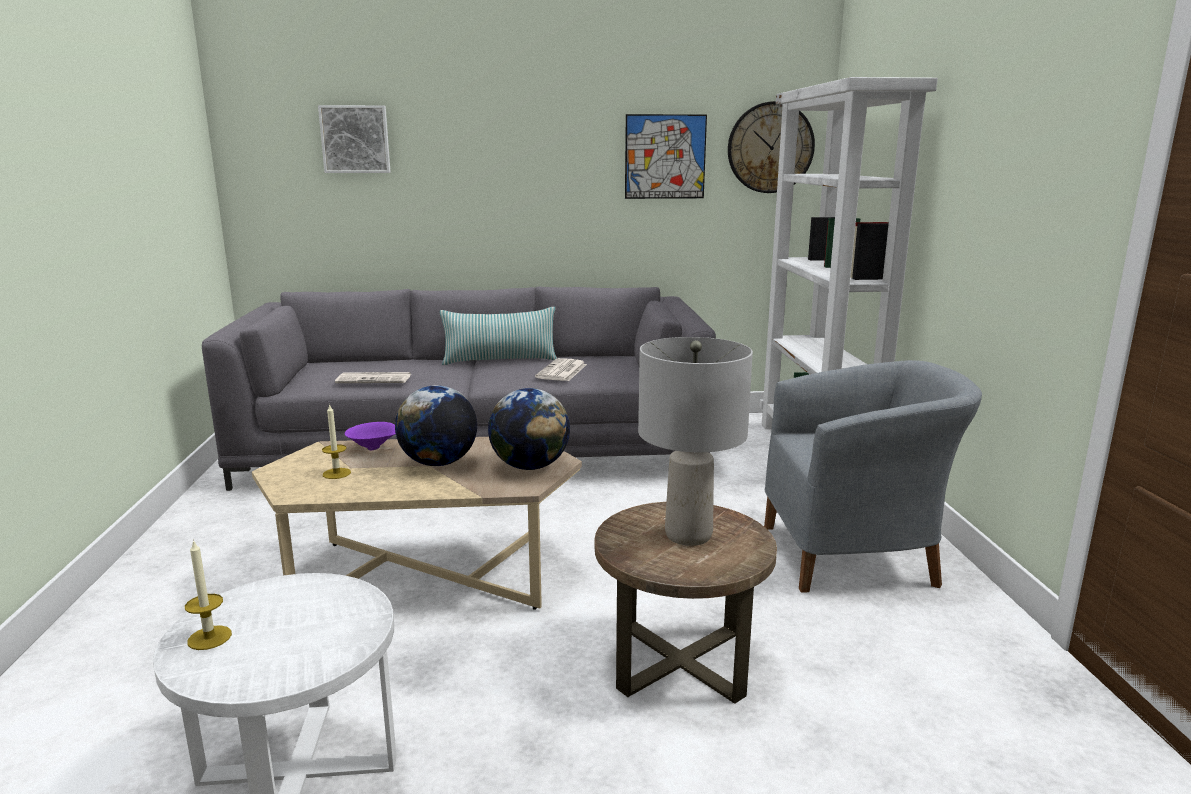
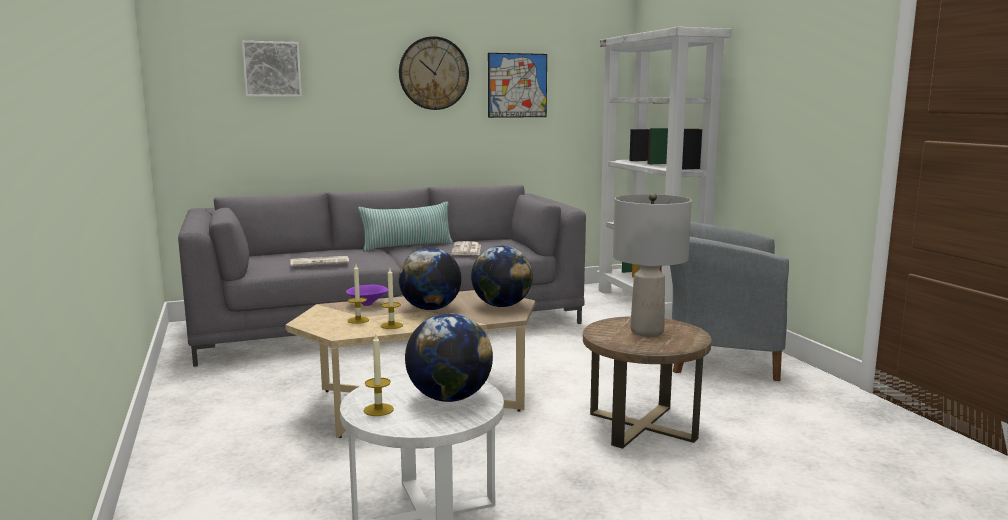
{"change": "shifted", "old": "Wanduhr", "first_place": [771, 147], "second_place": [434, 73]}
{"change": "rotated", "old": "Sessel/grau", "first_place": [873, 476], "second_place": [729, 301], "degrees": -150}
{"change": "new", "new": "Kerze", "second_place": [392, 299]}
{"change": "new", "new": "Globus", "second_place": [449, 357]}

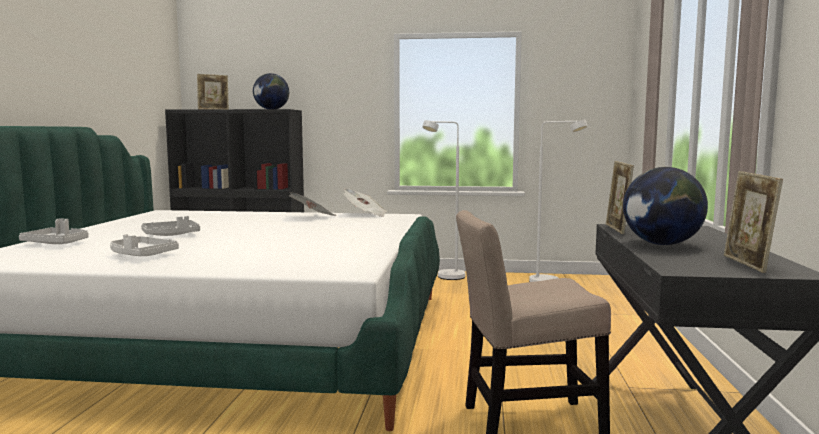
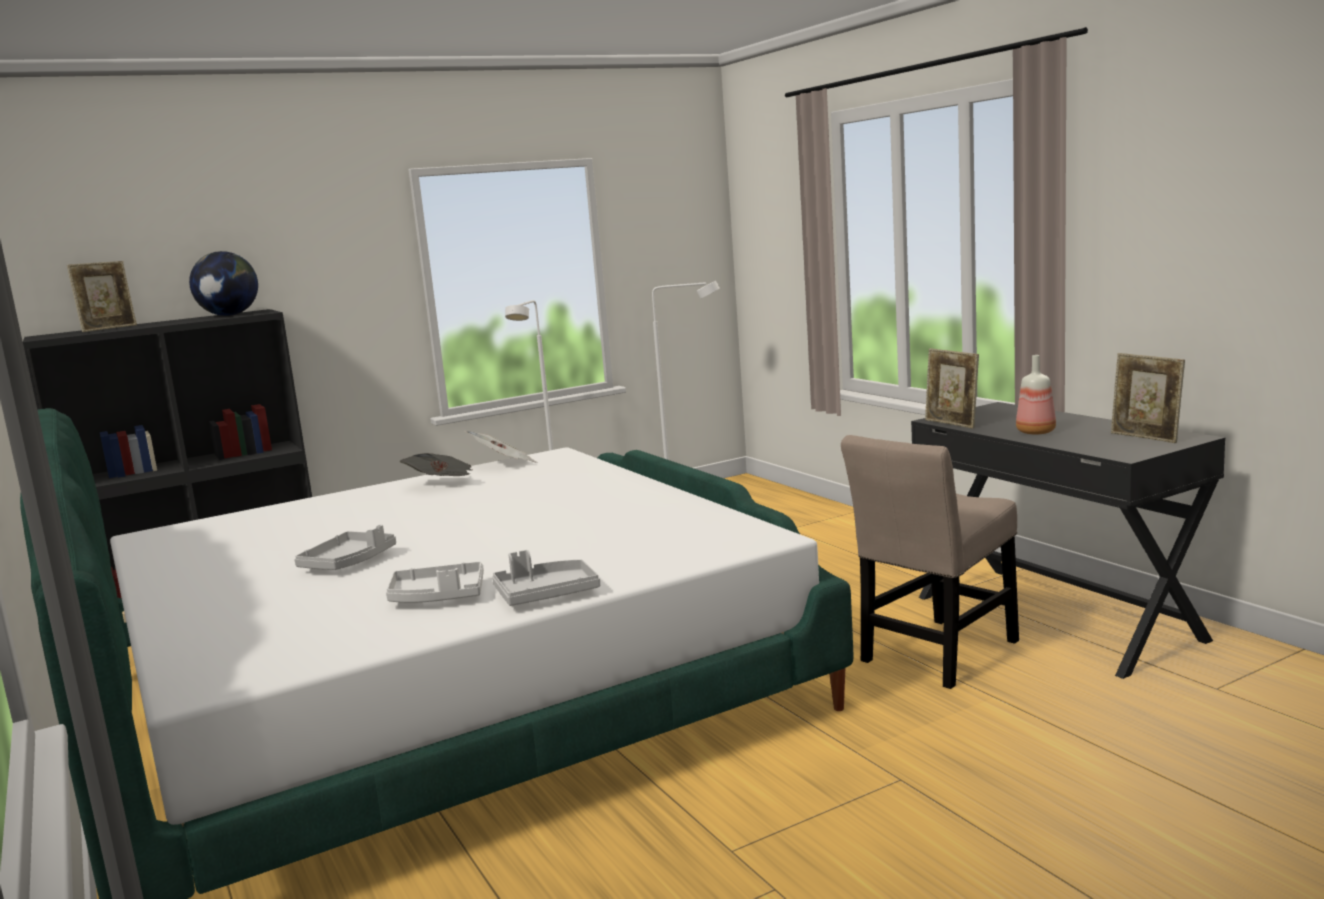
{"change": "shifted", "old": "Tablett/grau", "first_place": [54, 231], "second_place": [546, 578]}
{"change": "swapped", "old": "Globus", "new": "Flasche", "first_place": [665, 206], "second_place": [1036, 394]}

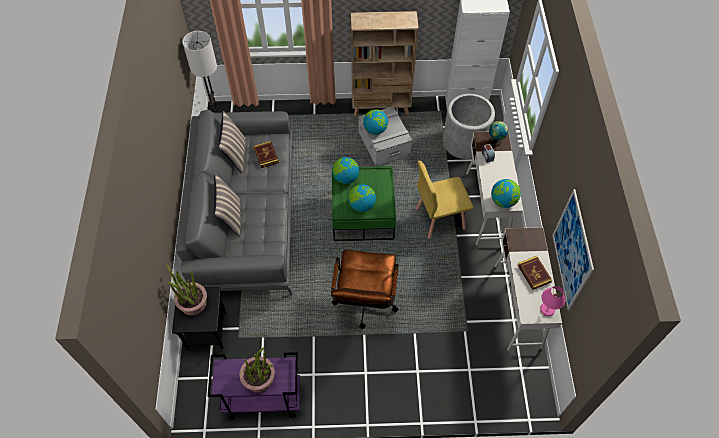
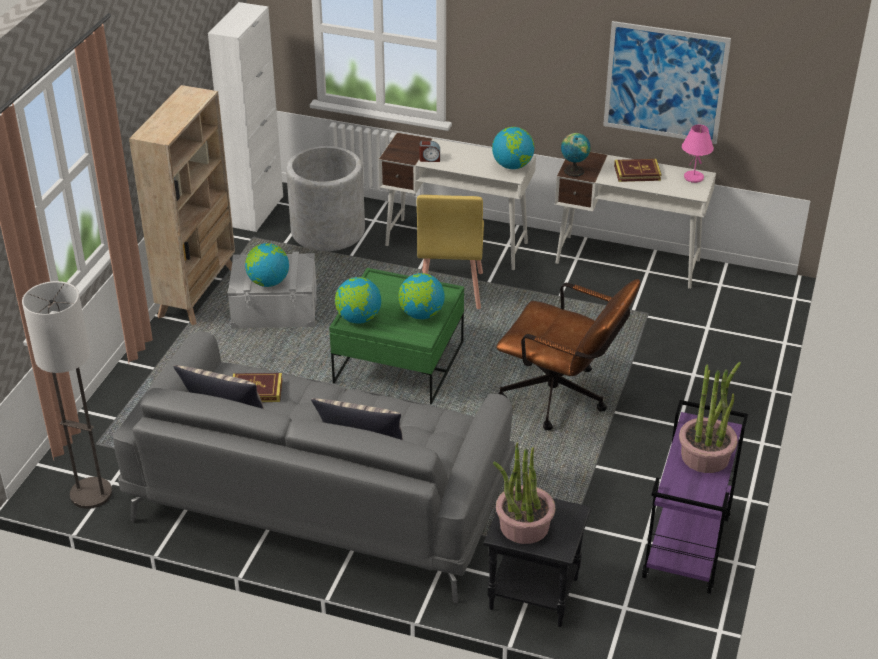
{"change": "shifted", "old": "Globus", "first_place": [498, 134], "second_place": [576, 155]}

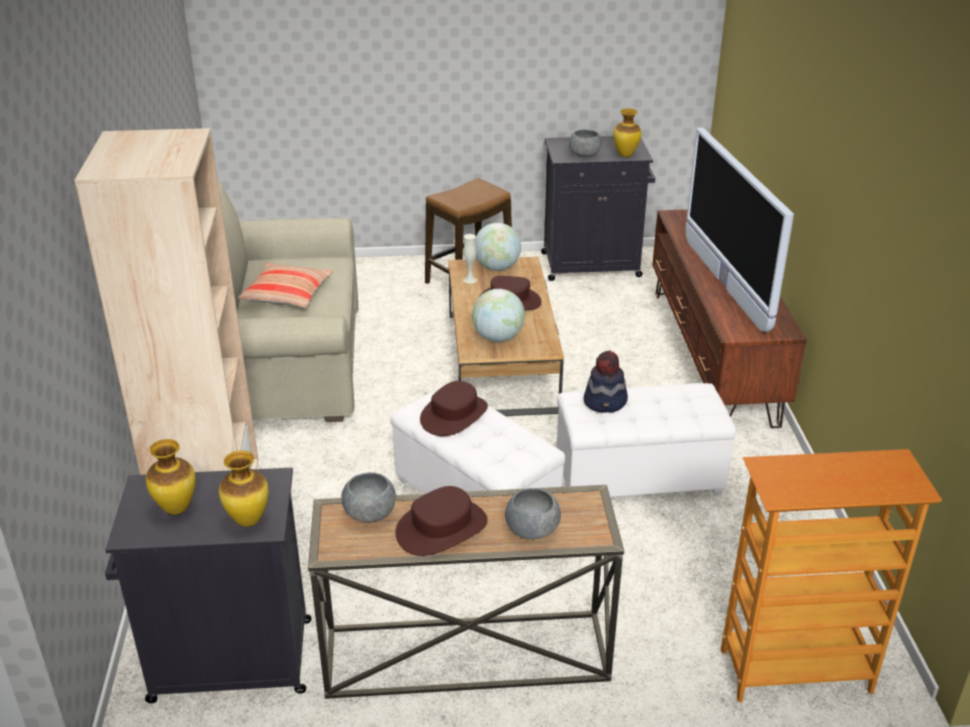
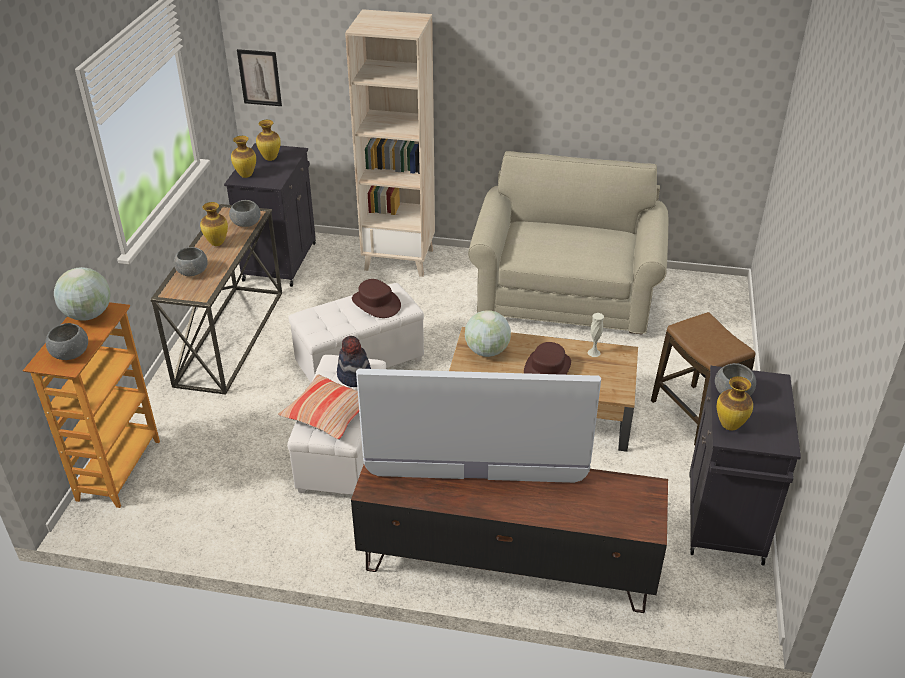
{"change": "shifted", "old": "Kissen", "first_place": [285, 285], "second_place": [318, 407]}
{"change": "swapped", "old": "Hut/braun", "new": "Vase", "first_place": [441, 521], "second_place": [214, 224]}
{"change": "shifted", "old": "Globus", "first_place": [498, 247], "second_place": [82, 294]}
{"change": "new", "new": "Schüssel/grau", "second_place": [67, 341]}
{"change": "new", "new": "Bild", "second_place": [259, 77]}

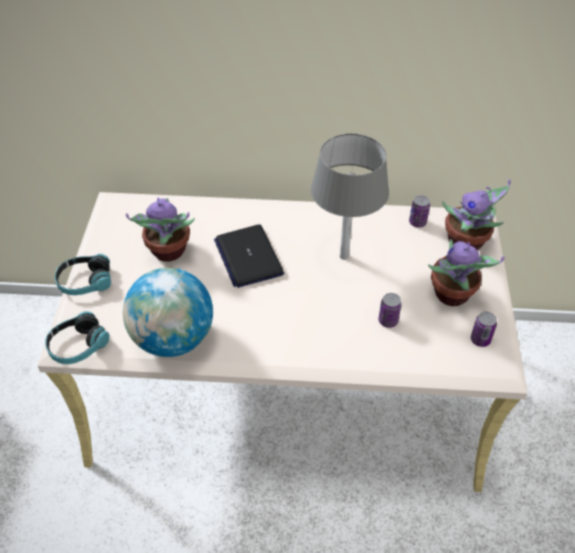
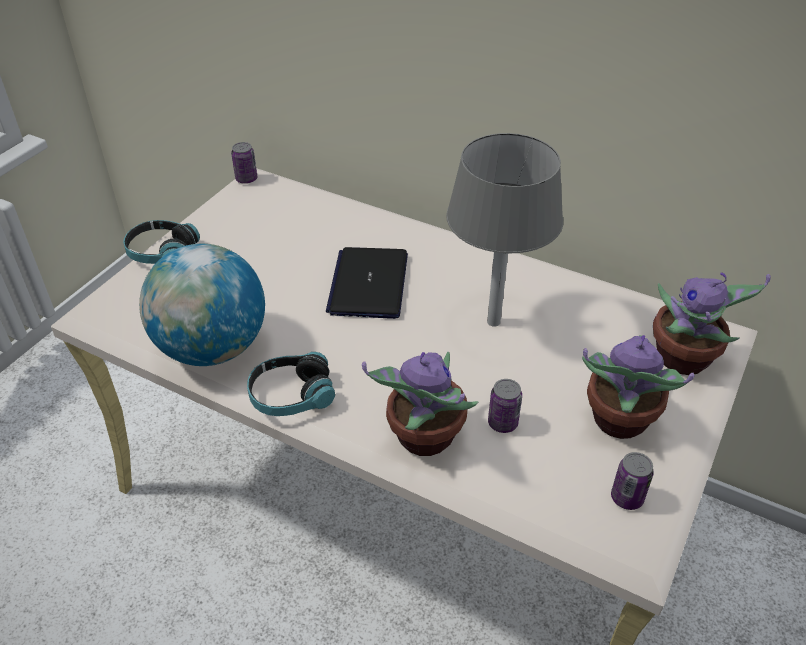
{"change": "shifted", "old": "Kopfhörer", "first_place": [77, 337], "second_place": [291, 384]}
{"change": "shifted", "old": "Topfpflanze", "first_place": [160, 229], "second_place": [420, 404]}
{"change": "shifted", "old": "Dose", "first_place": [419, 211], "second_place": [244, 163]}

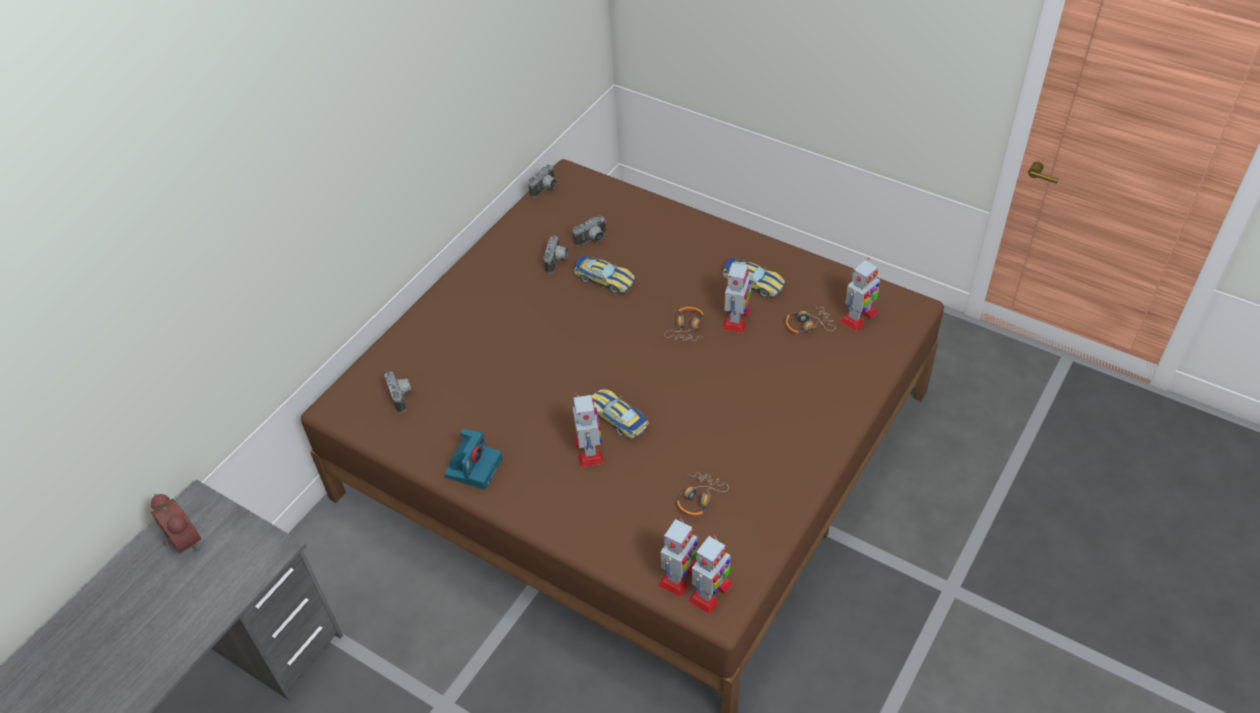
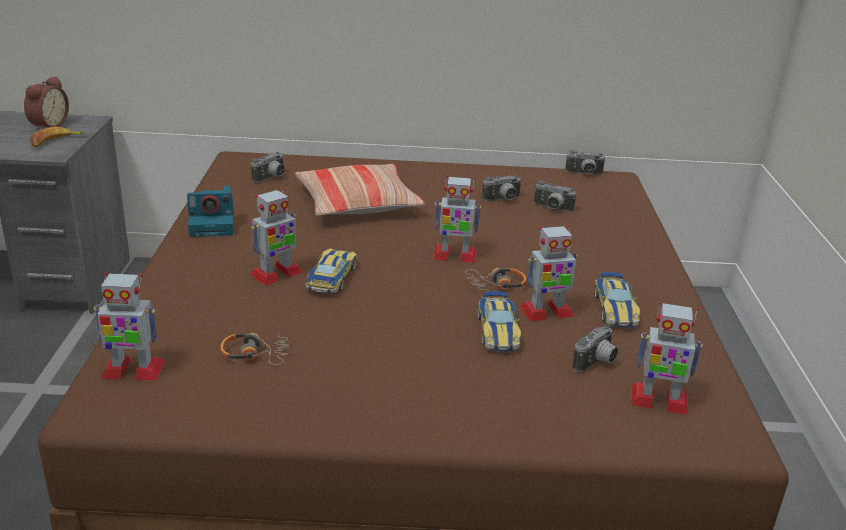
{"change": "shifted", "old": "Spielzeugauto", "first_place": [604, 274], "second_place": [499, 321]}
{"change": "shifted", "old": "Spielzeugroboter", "first_place": [710, 574], "second_place": [457, 219]}
{"change": "swapped", "old": "Kopfhörer", "new": "Kamera", "first_place": [810, 319], "second_place": [595, 348]}
{"change": "new", "new": "Banane", "second_place": [57, 137]}
{"change": "new", "new": "Kissen", "second_place": [360, 190]}

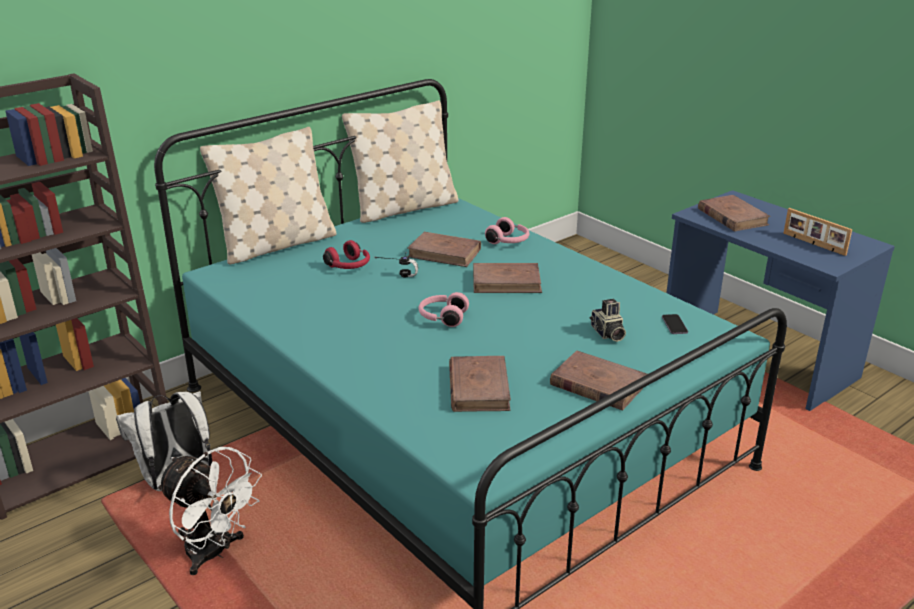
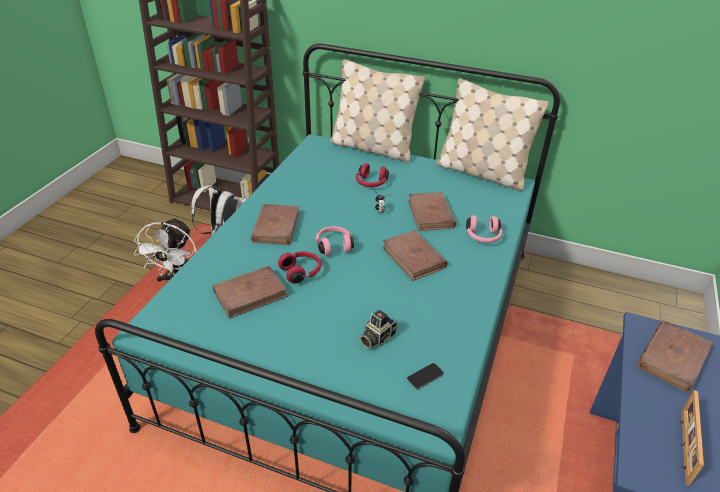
{"change": "shifted", "old": "Buch/braun", "first_place": [598, 381], "second_place": [275, 224]}
{"change": "new", "new": "Kopfhörer/rot", "second_place": [299, 267]}

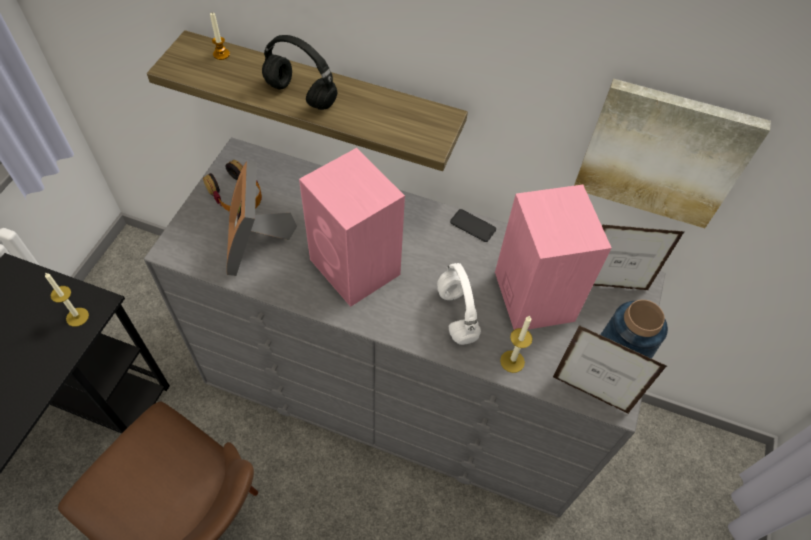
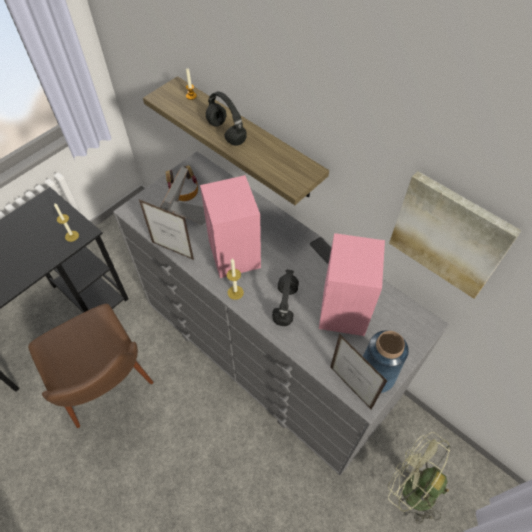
{"change": "repainted", "old": "Kopfhörer/weiß", "new": "Kopfhörer/schwarz", "first_place": [459, 304], "second_place": [285, 297]}
{"change": "shifted", "old": "Kerze", "first_place": [516, 344], "second_place": [235, 279]}
{"change": "shifted", "old": "Bilderrahmen", "first_place": [639, 257], "second_place": [166, 229]}
{"change": "new", "new": "Ventilator/grün", "second_place": [419, 478]}

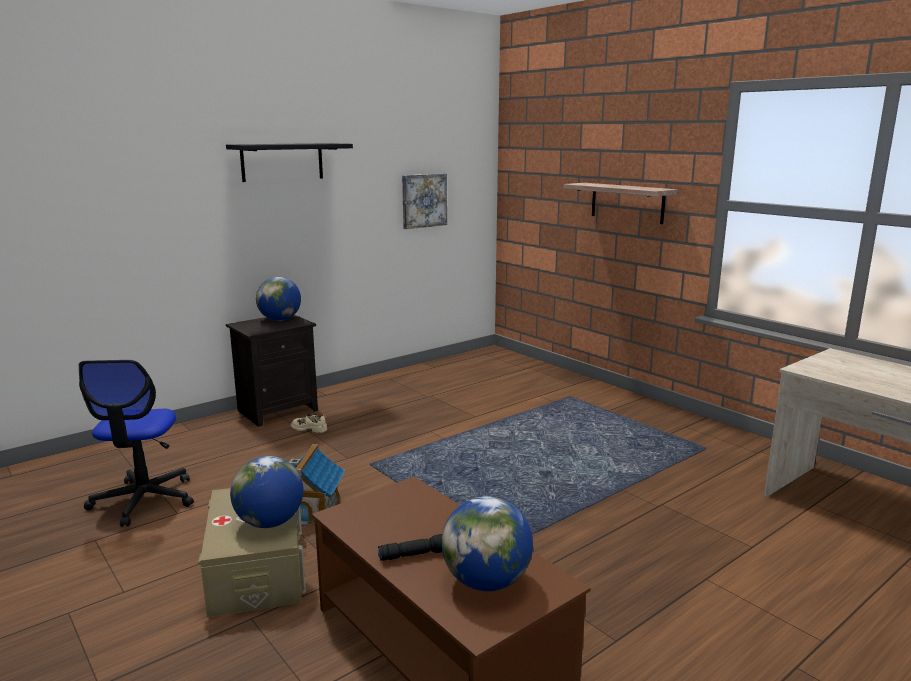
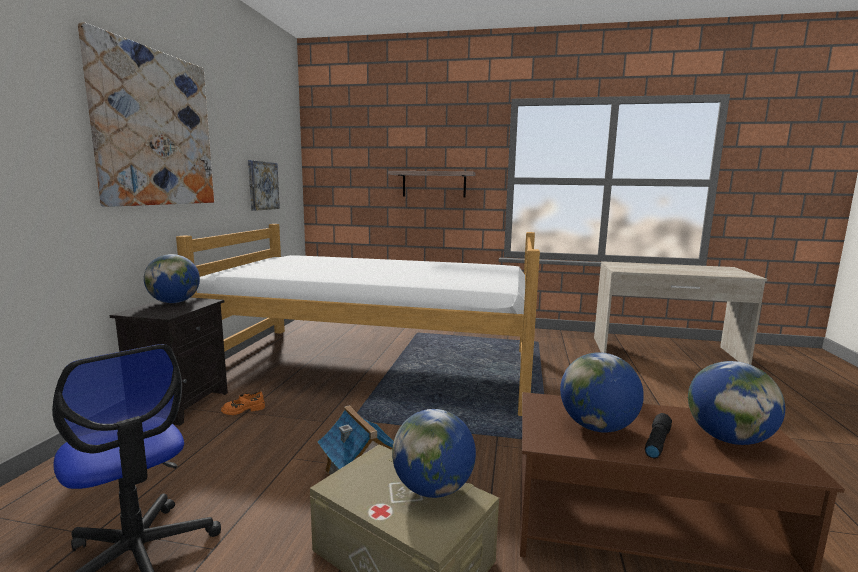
{"change": "swapped", "old": "Wandregal/schwarz", "new": "Bild", "first_place": [289, 162], "second_place": [146, 114]}
{"change": "repainted", "old": "Schuh/beige", "new": "Schuh/orange", "first_place": [309, 423], "second_place": [243, 403]}
{"change": "new", "new": "Bett", "second_place": [358, 320]}
{"change": "new", "new": "Globus", "second_place": [602, 392]}

